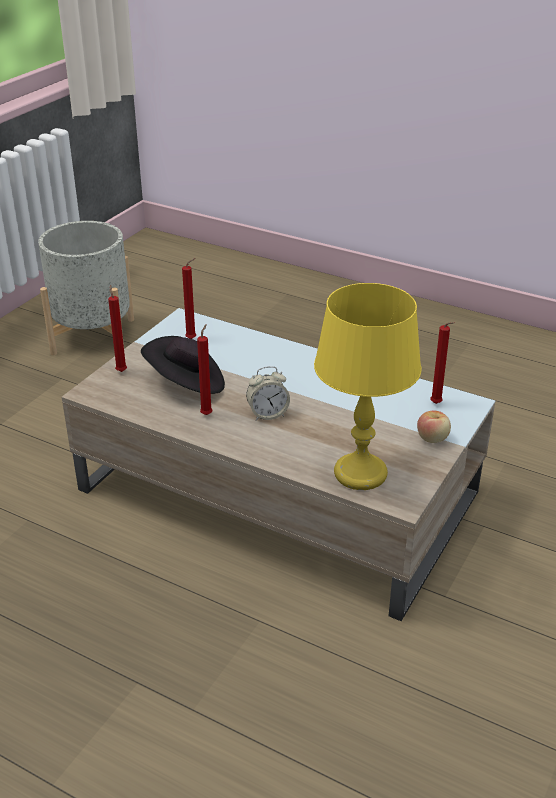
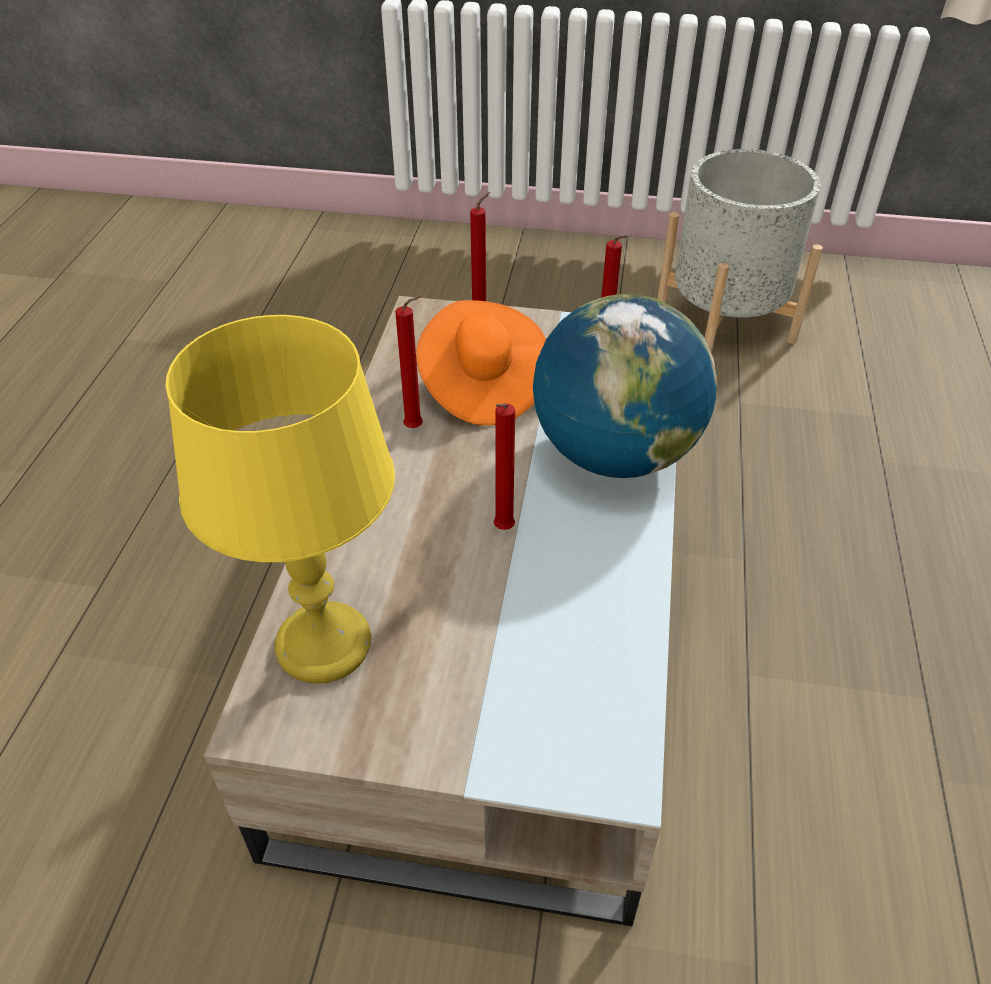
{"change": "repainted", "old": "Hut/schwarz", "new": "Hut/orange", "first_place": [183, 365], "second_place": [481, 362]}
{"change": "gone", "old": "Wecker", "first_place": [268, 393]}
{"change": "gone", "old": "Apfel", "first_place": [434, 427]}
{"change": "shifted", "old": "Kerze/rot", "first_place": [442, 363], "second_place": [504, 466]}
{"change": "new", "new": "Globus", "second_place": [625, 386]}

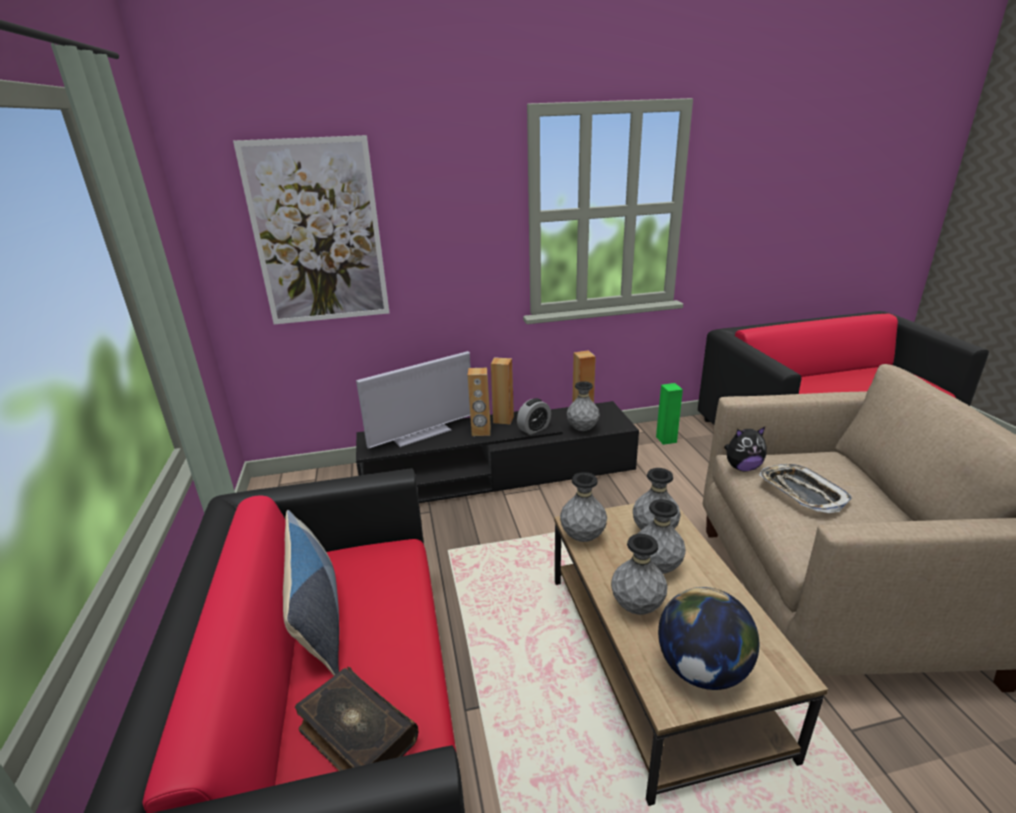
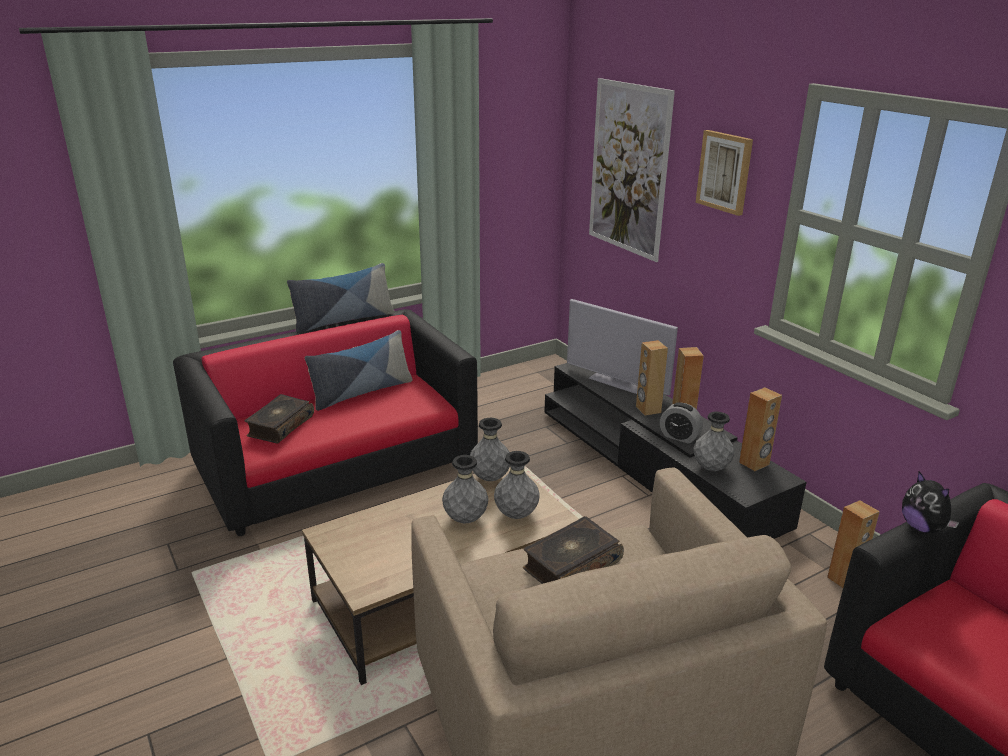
{"change": "gone", "old": "Vase/grau", "first_place": [639, 574]}
{"change": "repainted", "old": "Lautsprecher/grün", "new": "Lautsprecher/braun", "first_place": [669, 414], "second_place": [853, 544]}
{"change": "gone", "old": "Globus", "first_place": [708, 638]}
{"change": "shifted", "old": "Plüschtier", "first_place": [745, 449], "second_place": [930, 502]}
{"change": "swapped", "old": "Tablett", "new": "Buch", "first_place": [805, 488], "second_place": [573, 550]}
{"change": "new", "new": "Kissen", "second_place": [340, 298]}
{"change": "new", "new": "Bild", "second_place": [724, 173]}

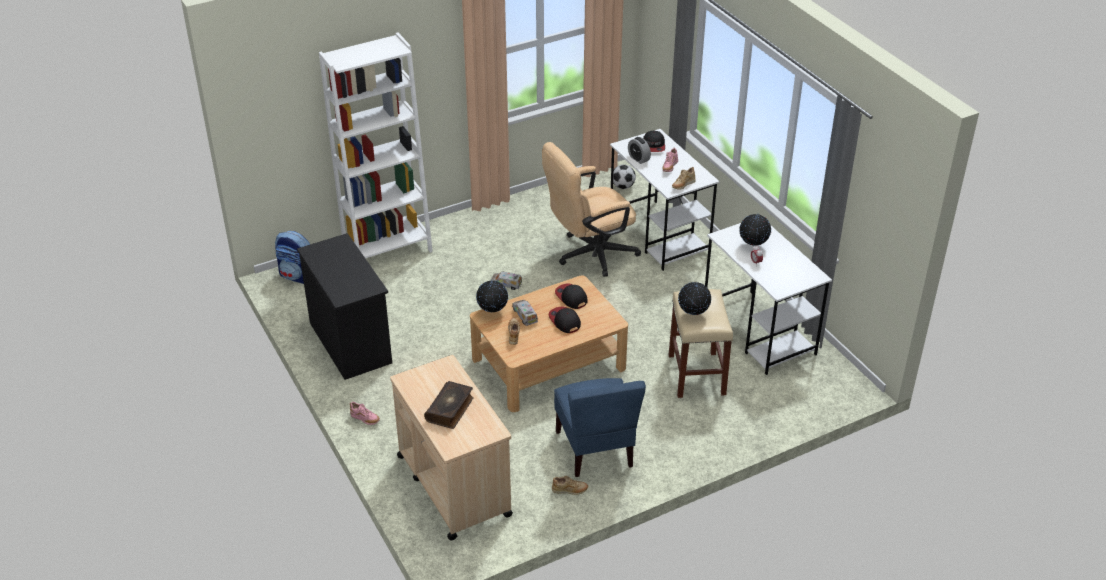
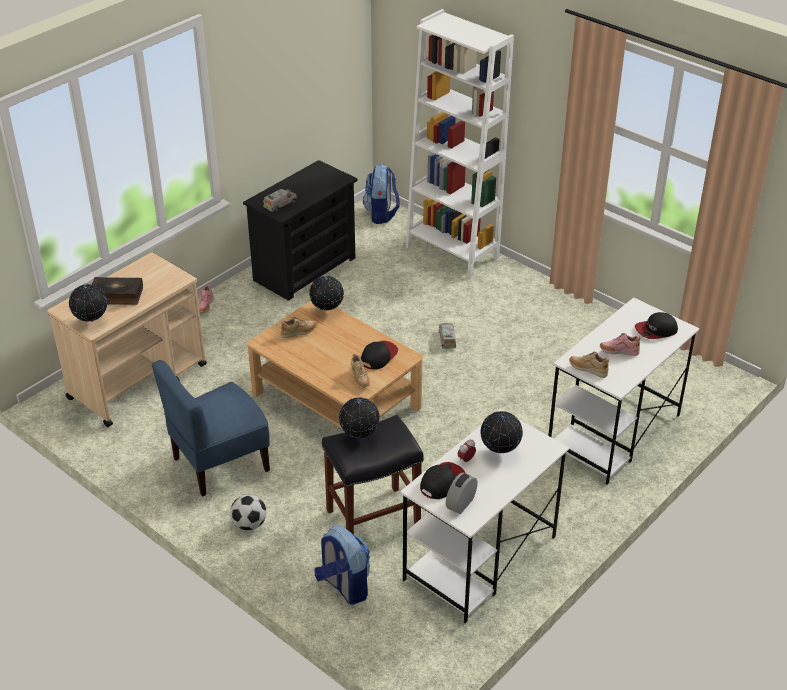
{"change": "shifted", "old": "Spielzeuglaster", "first_place": [525, 313], "second_place": [280, 200]}
{"change": "gone", "old": "Bürostuhl/beige", "first_place": [591, 209]}
{"change": "shifted", "old": "Kappe", "first_place": [564, 319], "second_place": [442, 480]}
{"change": "shifted", "old": "Schuh/beige", "first_place": [570, 485], "second_place": [360, 371]}
{"change": "shifted", "old": "Fußball", "first_place": [624, 177], "second_place": [248, 512]}
{"change": "shifted", "old": "Wecker", "first_place": [639, 150], "second_place": [461, 493]}
{"change": "repainted", "old": "Hocker/beige", "new": "Hocker/schwarz", "first_place": [701, 343], "second_place": [373, 475]}
{"change": "new", "new": "Globus", "second_place": [88, 302]}
{"change": "new", "new": "Rucksack", "second_place": [342, 565]}

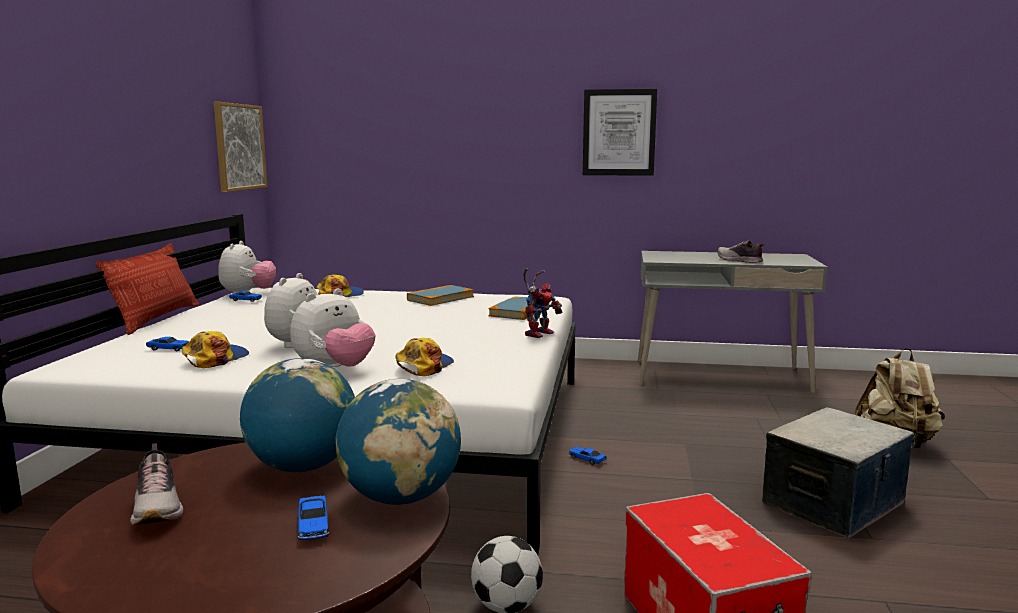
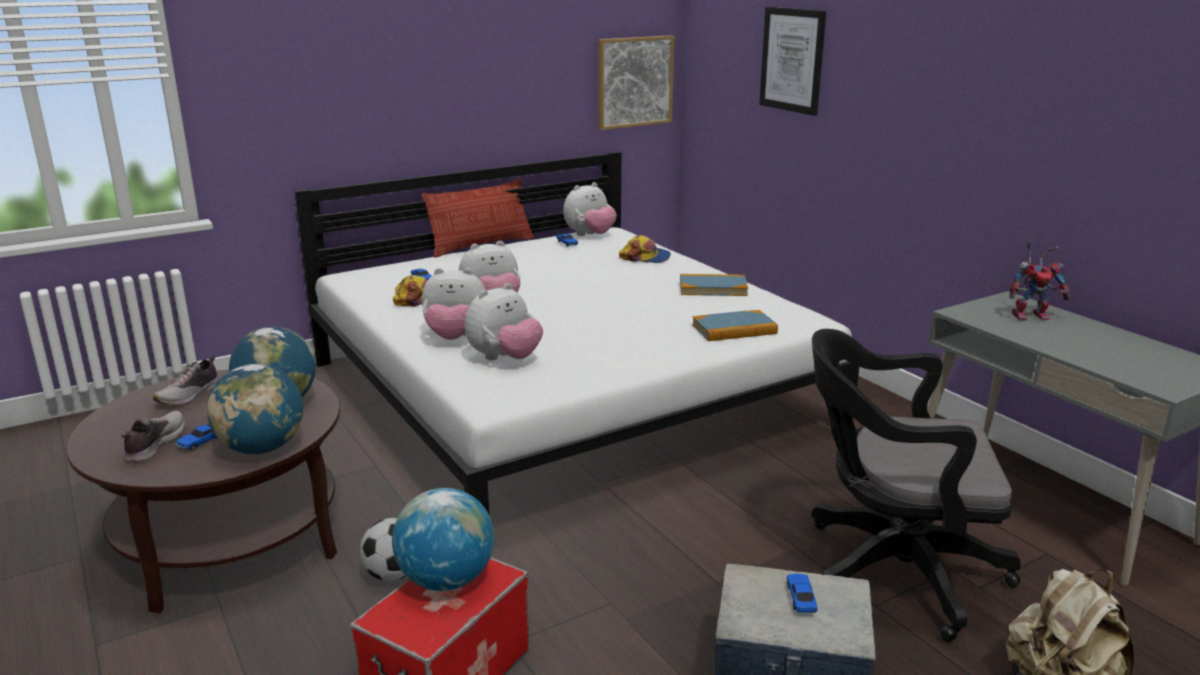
{"change": "swapped", "old": "Kappe", "new": "Plüschtier", "first_place": [424, 357], "second_place": [504, 321]}
{"change": "shifted", "old": "Spielzeugroboter", "first_place": [542, 303], "second_place": [1039, 280]}
{"change": "shifted", "old": "Spielzeugauto", "first_place": [588, 456], "second_place": [801, 593]}
{"change": "shifted", "old": "Bild", "first_place": [620, 132], "second_place": [792, 61]}
{"change": "shifted", "old": "Schuh", "first_place": [740, 252], "second_place": [153, 436]}
{"change": "new", "new": "Globus", "second_place": [443, 539]}
{"change": "new", "new": "Bürostuhl/schwarz", "second_place": [916, 485]}

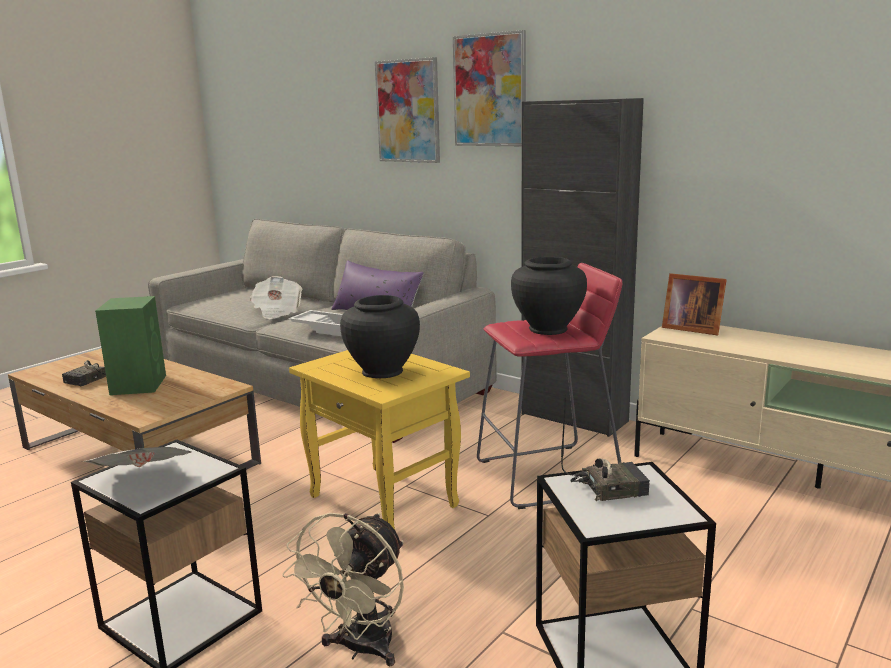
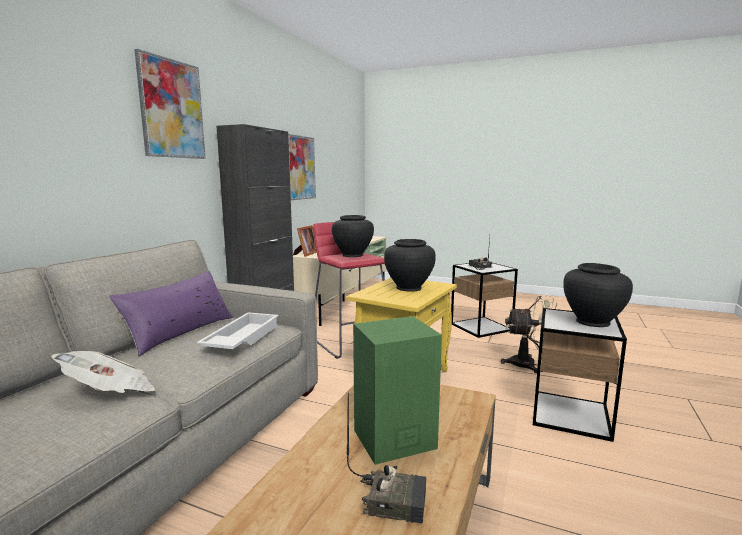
{"change": "swapped", "old": "Zeitung", "new": "Vase/schwarz", "first_place": [136, 457], "second_place": [598, 295]}
{"change": "shifted", "old": "Bild", "first_place": [407, 110], "second_place": [302, 167]}

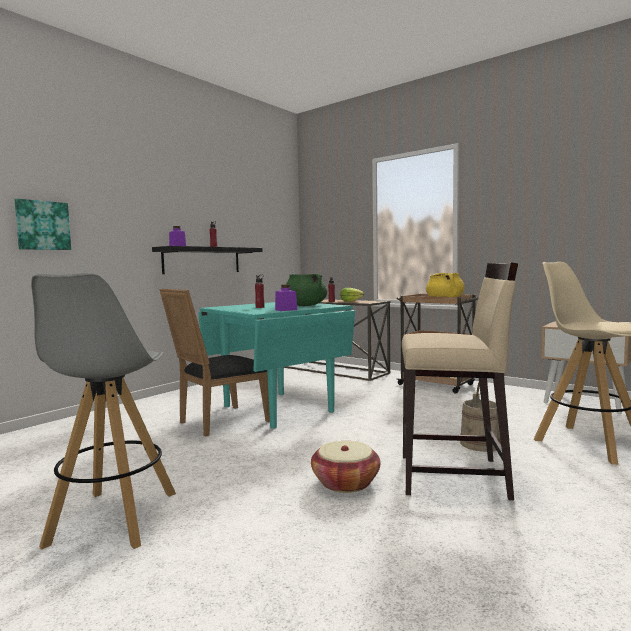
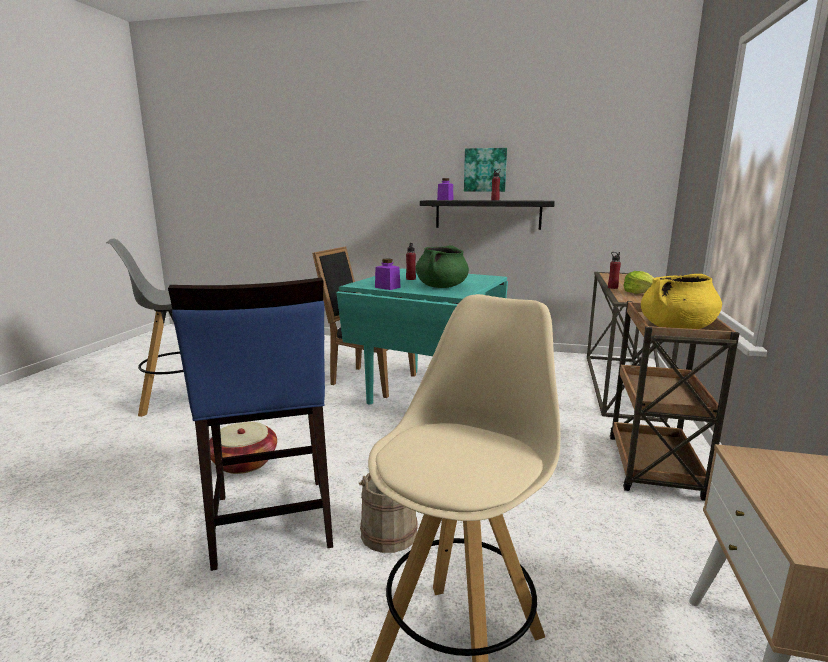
{"change": "shifted", "old": "Bild", "first_place": [43, 224], "second_place": [485, 170]}
{"change": "repainted", "old": "Hocker/beige", "new": "Hocker/blau", "first_place": [460, 381], "second_place": [250, 424]}

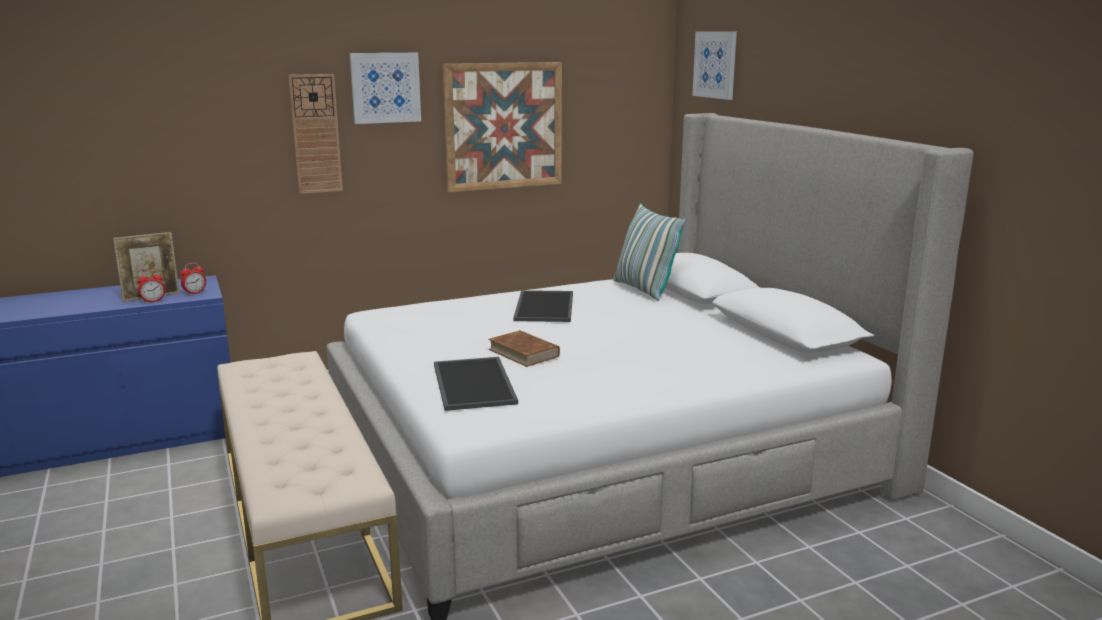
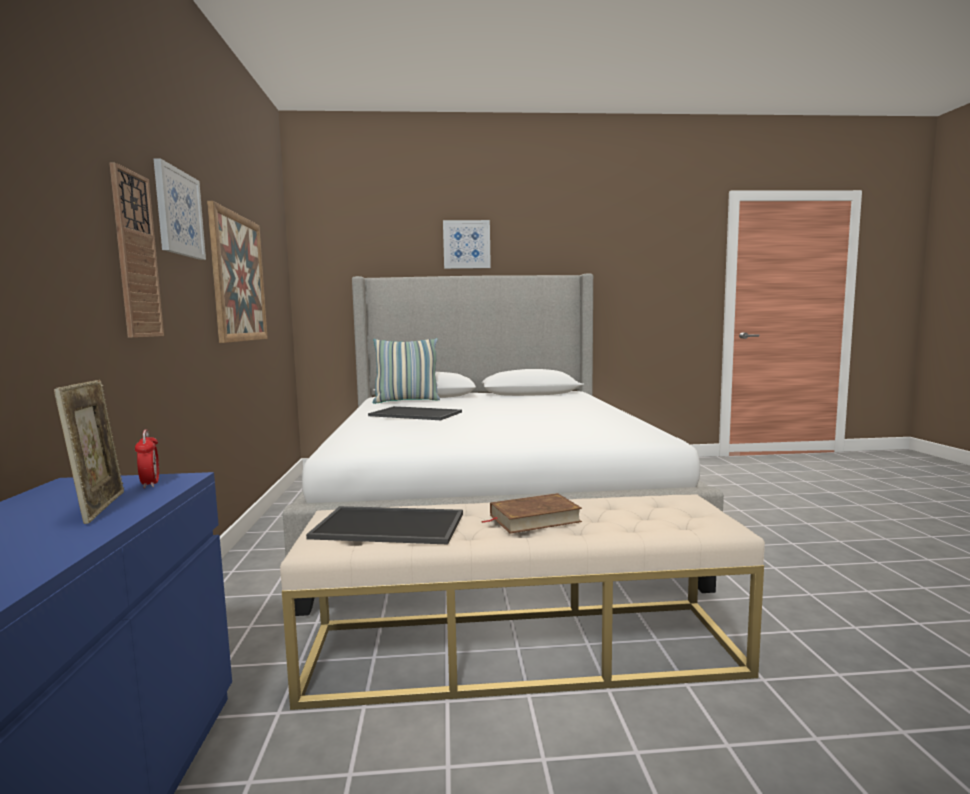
{"change": "gone", "old": "Wecker", "first_place": [151, 286]}
{"change": "shifted", "old": "Tablett", "first_place": [476, 384], "second_place": [384, 525]}
{"change": "shifted", "old": "Buch/braun", "first_place": [524, 348], "second_place": [532, 513]}
{"change": "shifted", "old": "Bild", "first_place": [714, 65], "second_place": [467, 244]}

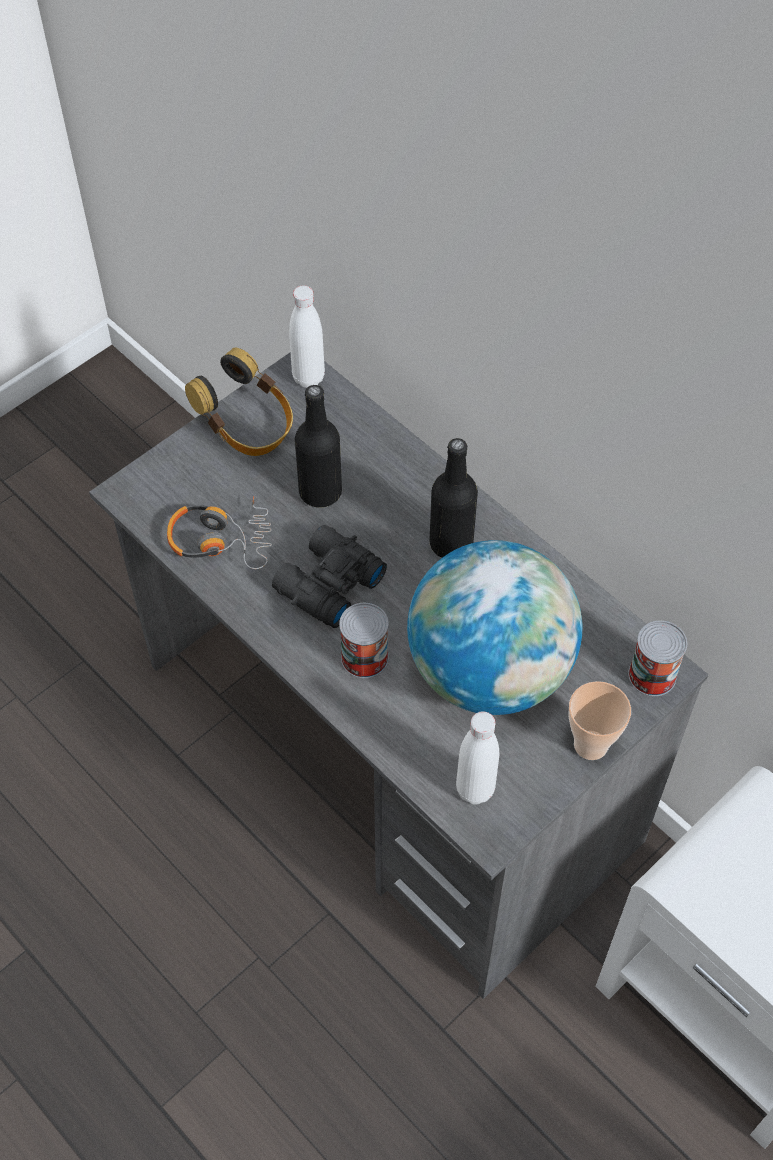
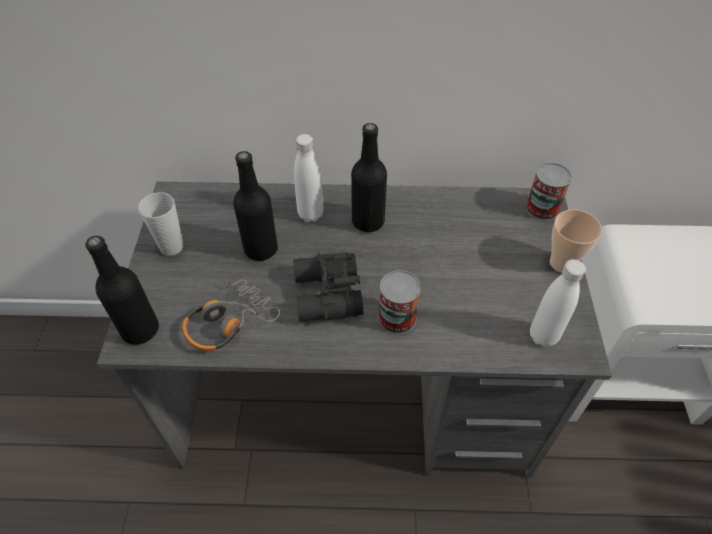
{"change": "swapped", "old": "Kopfhörer", "new": "Tasse", "first_place": [239, 402], "second_place": [161, 224]}
{"change": "shifted", "old": "Flasche/weiß", "first_place": [307, 336], "second_place": [308, 178]}
{"change": "gone", "old": "Globus", "first_place": [494, 627]}
{"change": "new", "new": "Flasche/schwarz", "second_place": [122, 290]}

